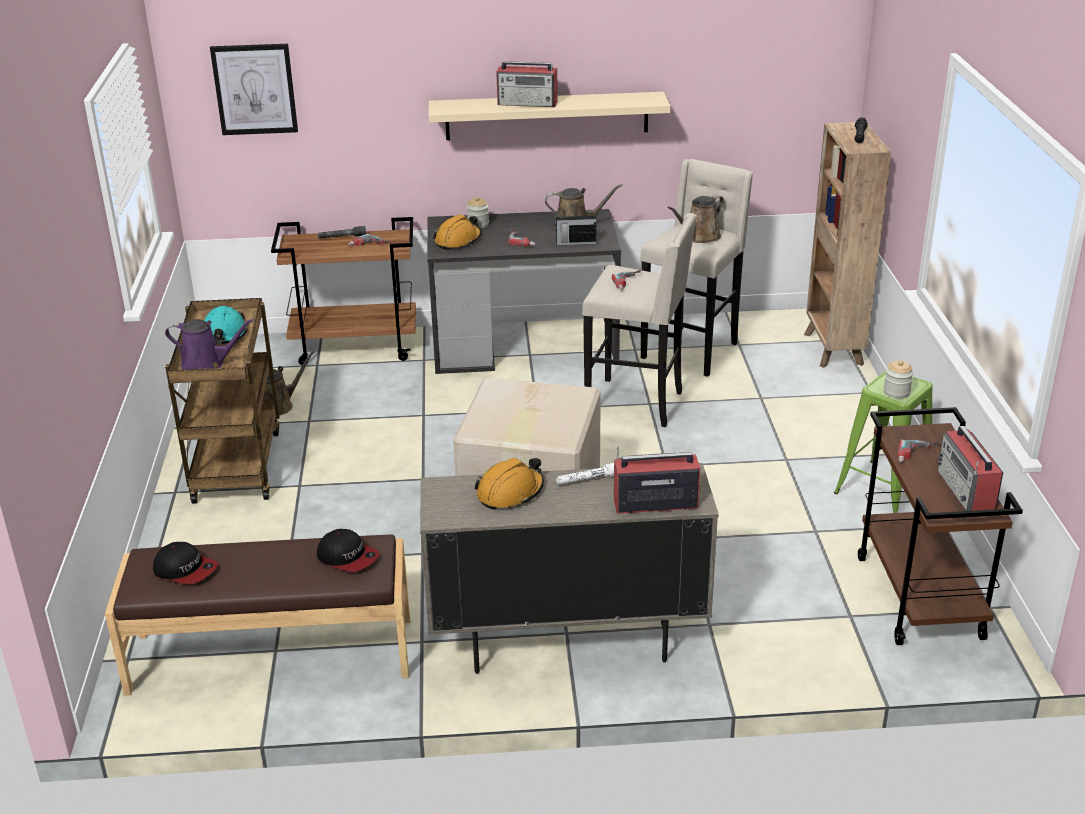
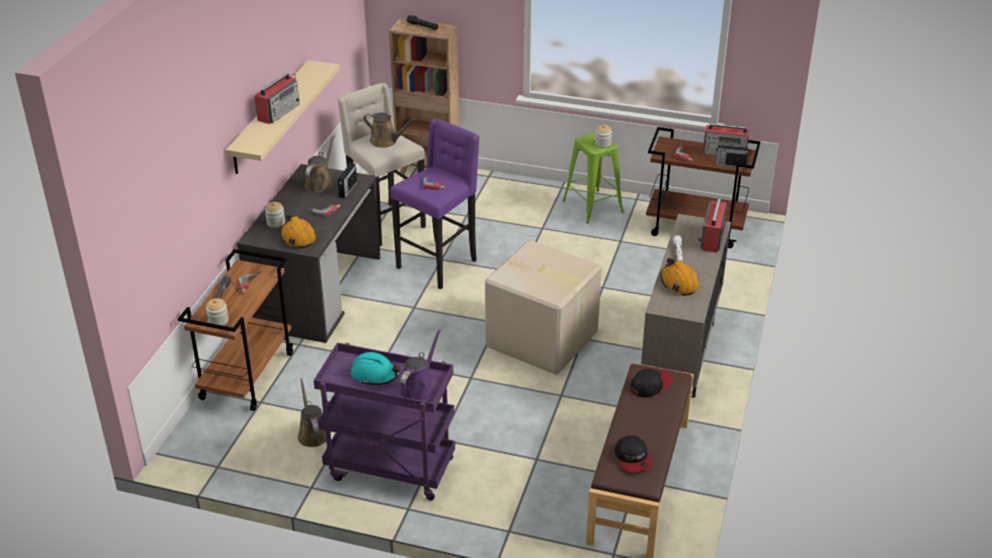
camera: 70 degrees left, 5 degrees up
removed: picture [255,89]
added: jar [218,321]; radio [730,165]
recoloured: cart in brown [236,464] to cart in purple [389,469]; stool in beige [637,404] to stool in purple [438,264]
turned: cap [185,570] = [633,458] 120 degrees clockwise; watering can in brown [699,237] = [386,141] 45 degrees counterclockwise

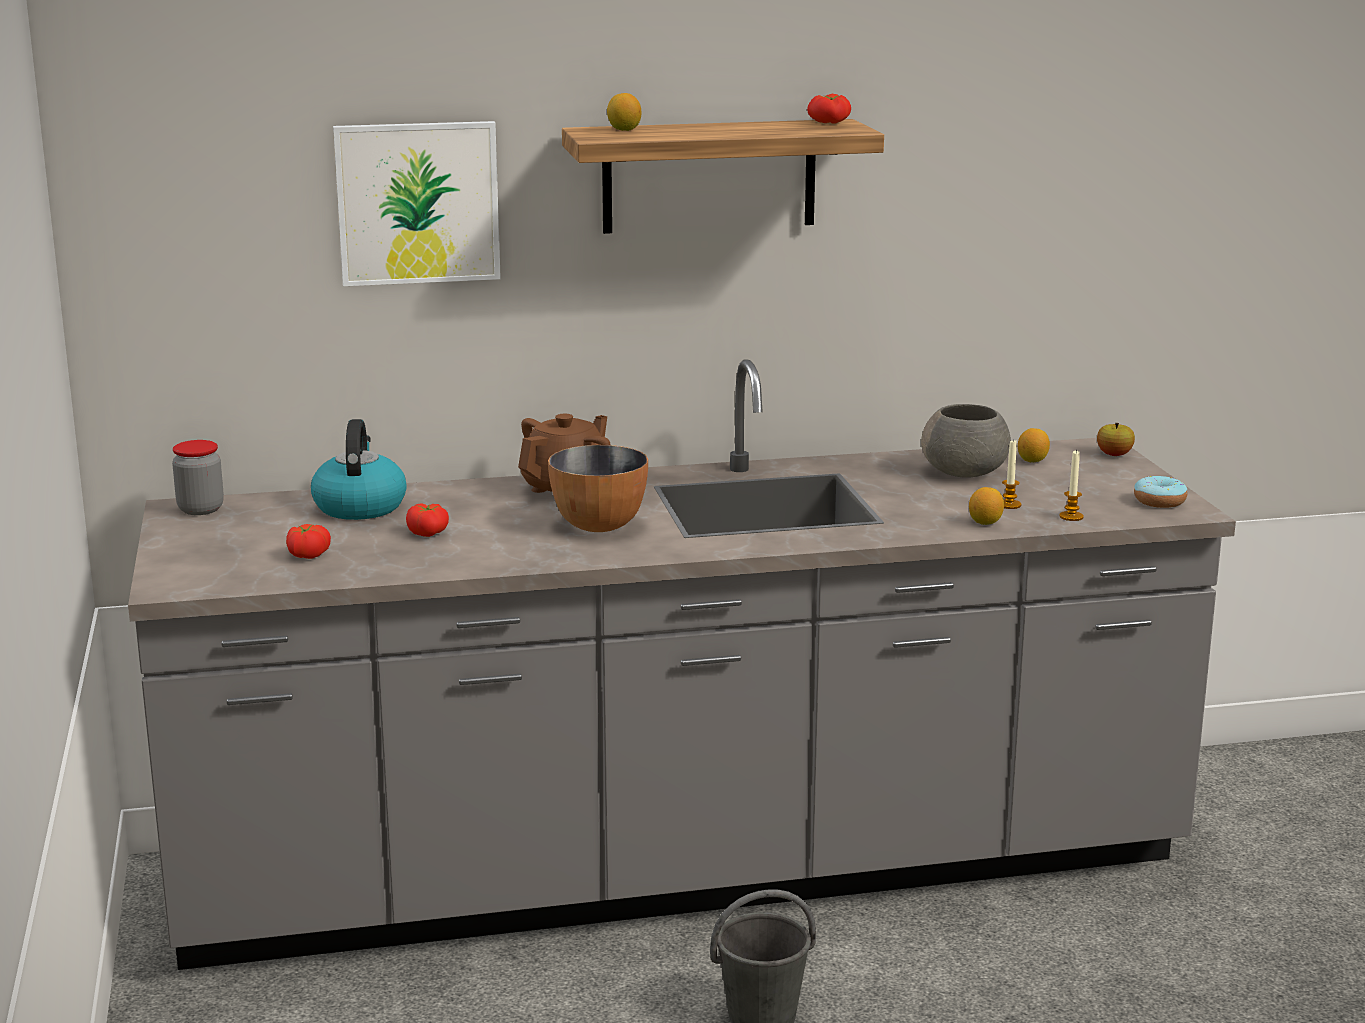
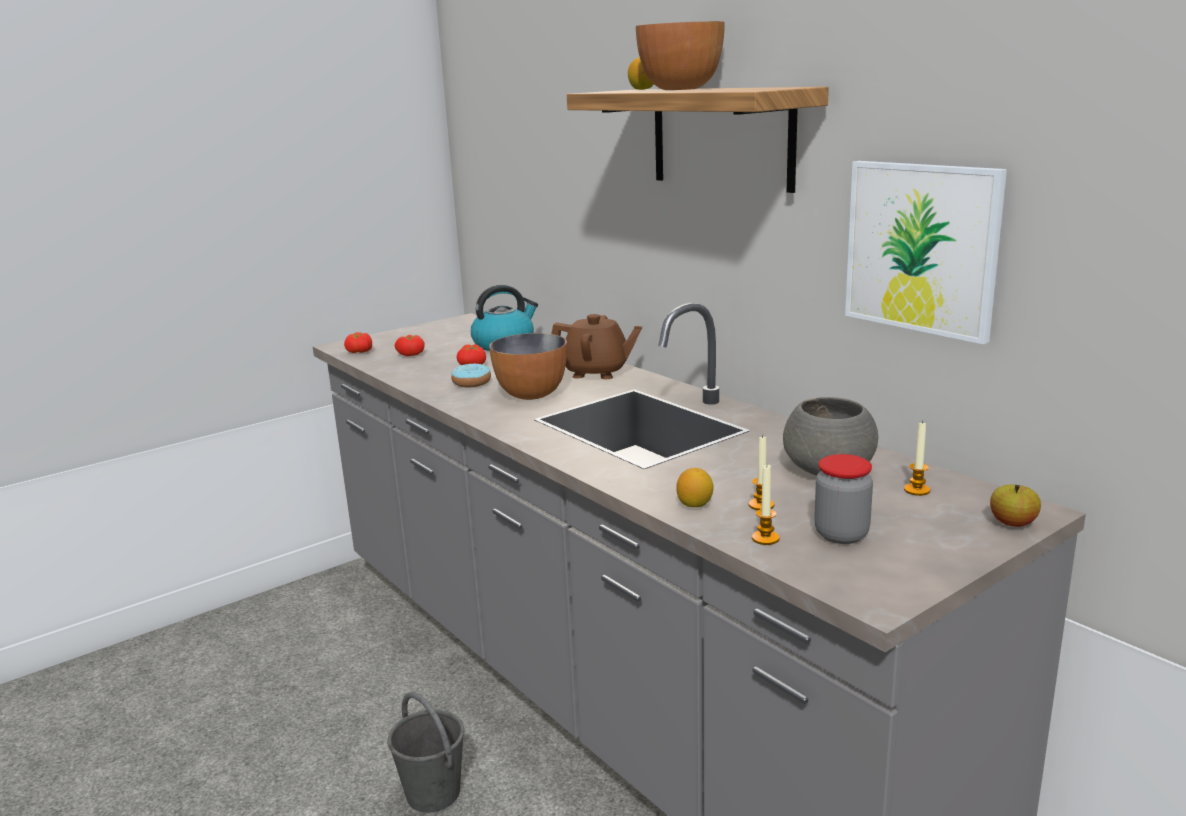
camera: 65 degrees right, 0 degrees up
added: bowl [680,89]
moved: jar [200,509] to [841,534]; picture [418,203] to [921,248]; tomato [830,123] to [359,352]; donut [1159,501] to [471,383]
replaced: lemon [1032,460] to candle [917,490]

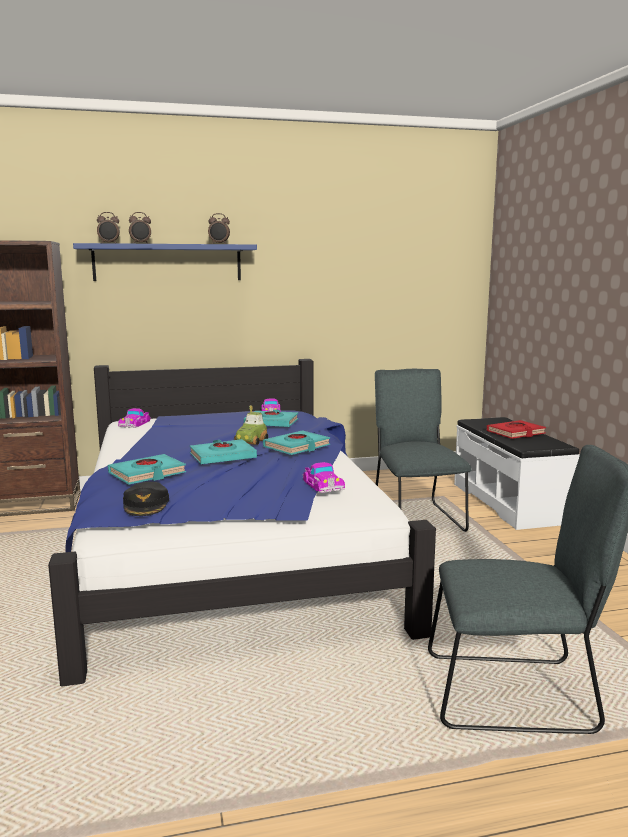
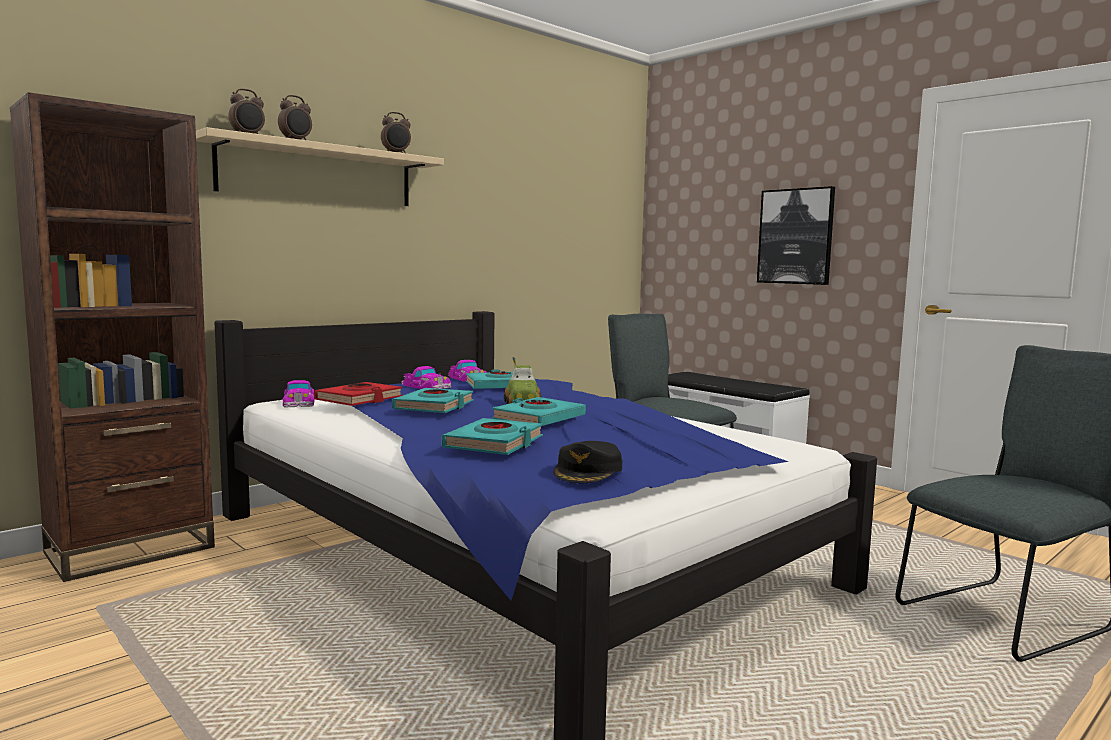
camera: 30 degrees left, 5 degrees down
added: picture [796,236]
moved: book in turquoise [297,447] to [434,406]; toy car [322,484] to [426,386]; book in red [516,433] to [359,399]
recoloured: shelf in blue [167,262] to shelf in beige [318,174]
turned: cap in black [146,505] = [588,471] 60 degrees clockwise

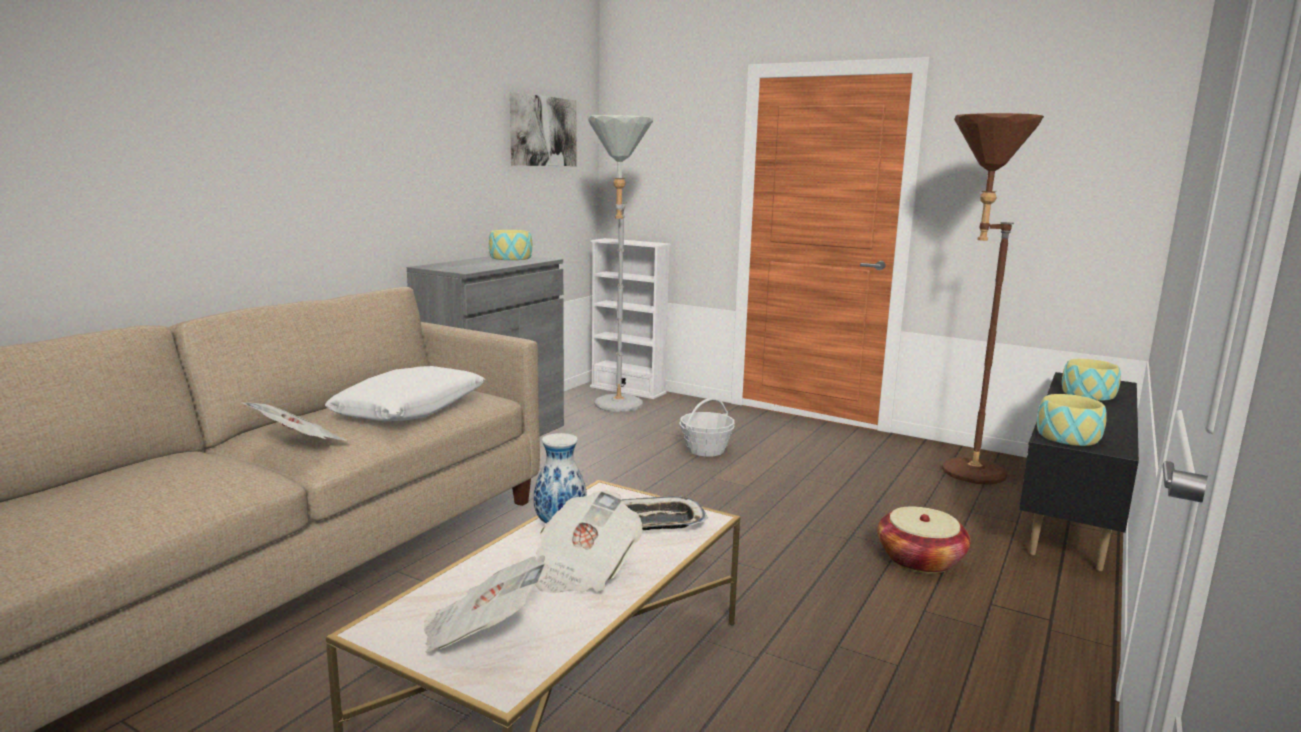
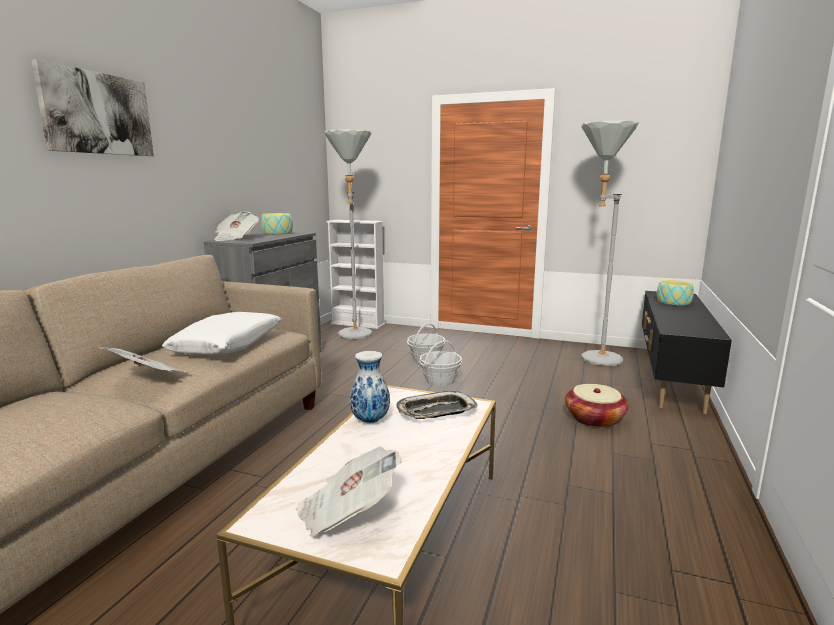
camera: 10 degrees left, 0 degrees up
removed: bowl [1067,436]
added: basket [440,381]
moved: picture [542,131] to [97,113]; newspaper [583,570] to [235,239]
recoloured: floor lamp in brown [959,471] to floor lamp in grey [592,359]

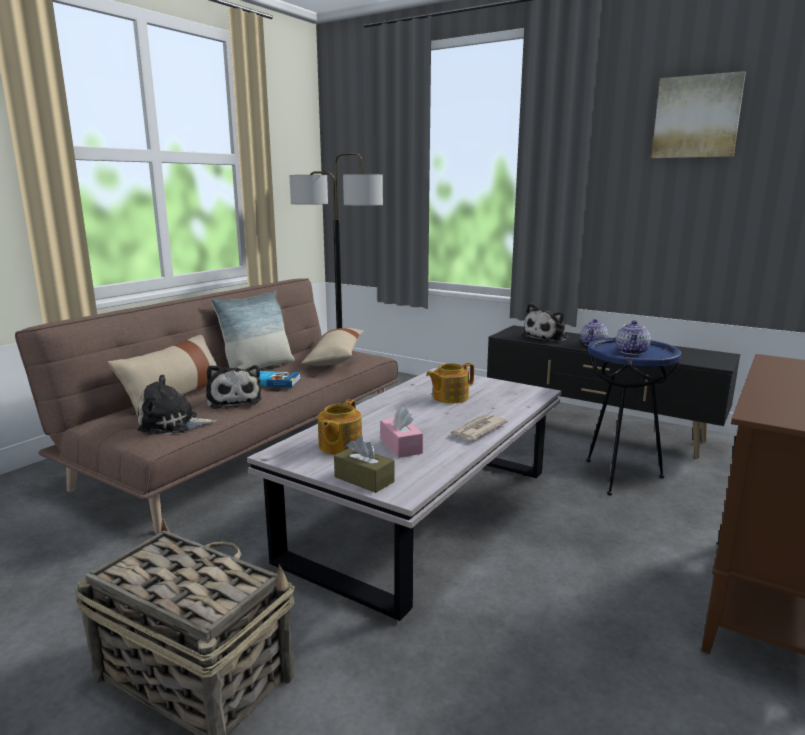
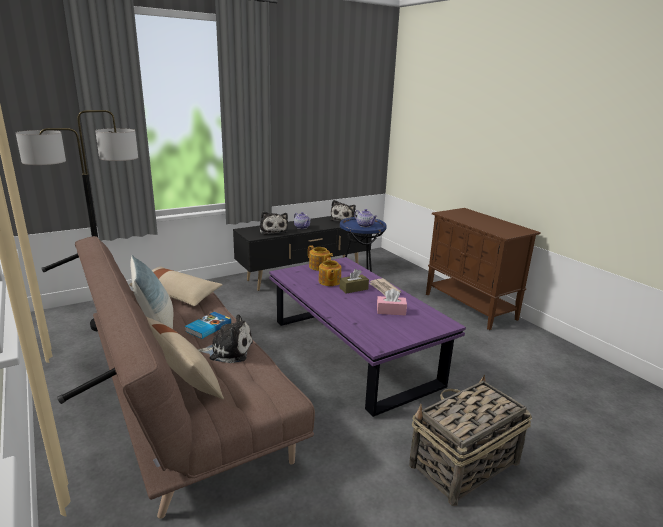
camera: 65 degrees left, 5 degrees up
removed: picture [697,117]
moved: plush toy [172,424] to [344,219]; teapot [339,446] to [319,267]; tissue box in brown [364,479] to [353,288]
recoloured: coffee table in white [425,514] to coffee table in purple [353,352]

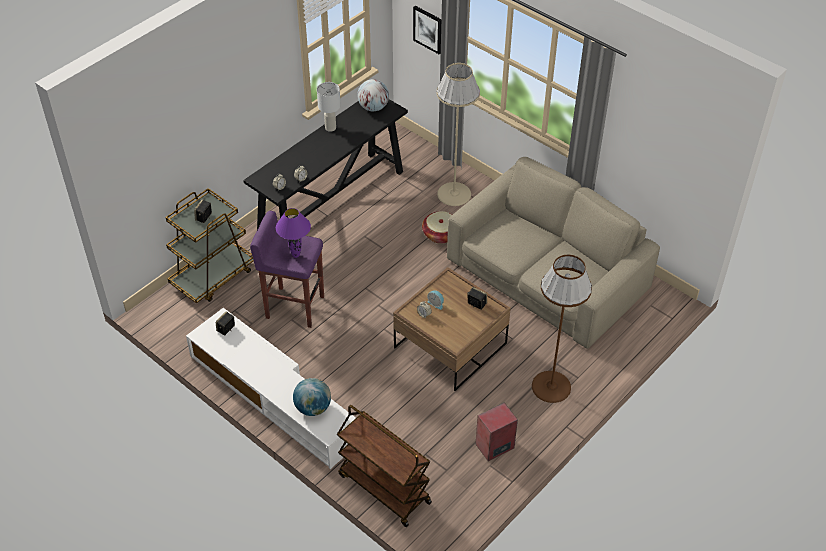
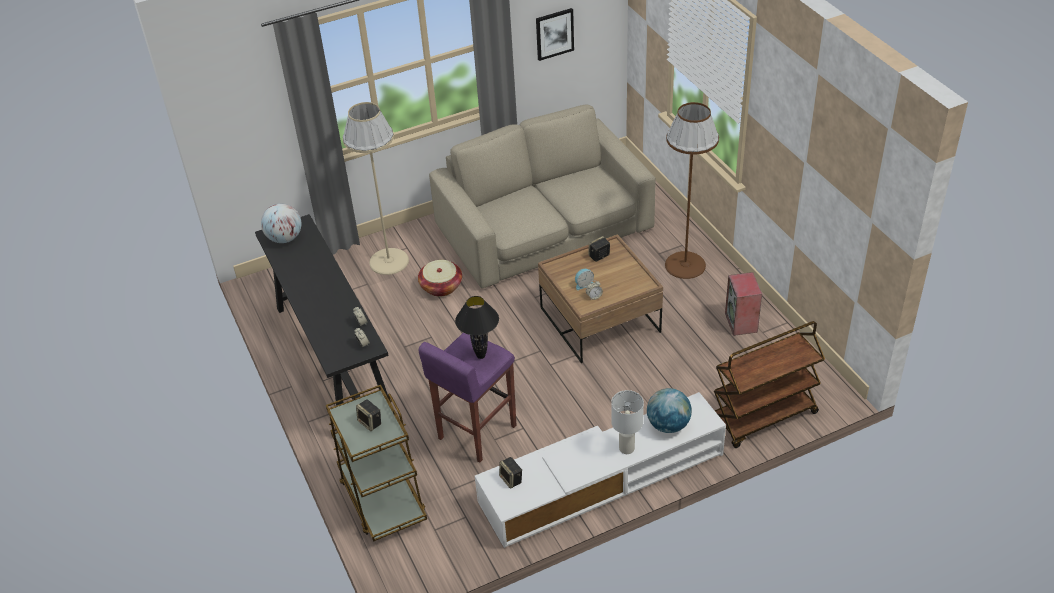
camera: 65 degrees left, 5 degrees down
moved: table lamp in white [330,127] to [626,448]; picture [428,29] to [554,33]
recoloured: table lamp in purple [295,255] to table lamp in black [480,356]

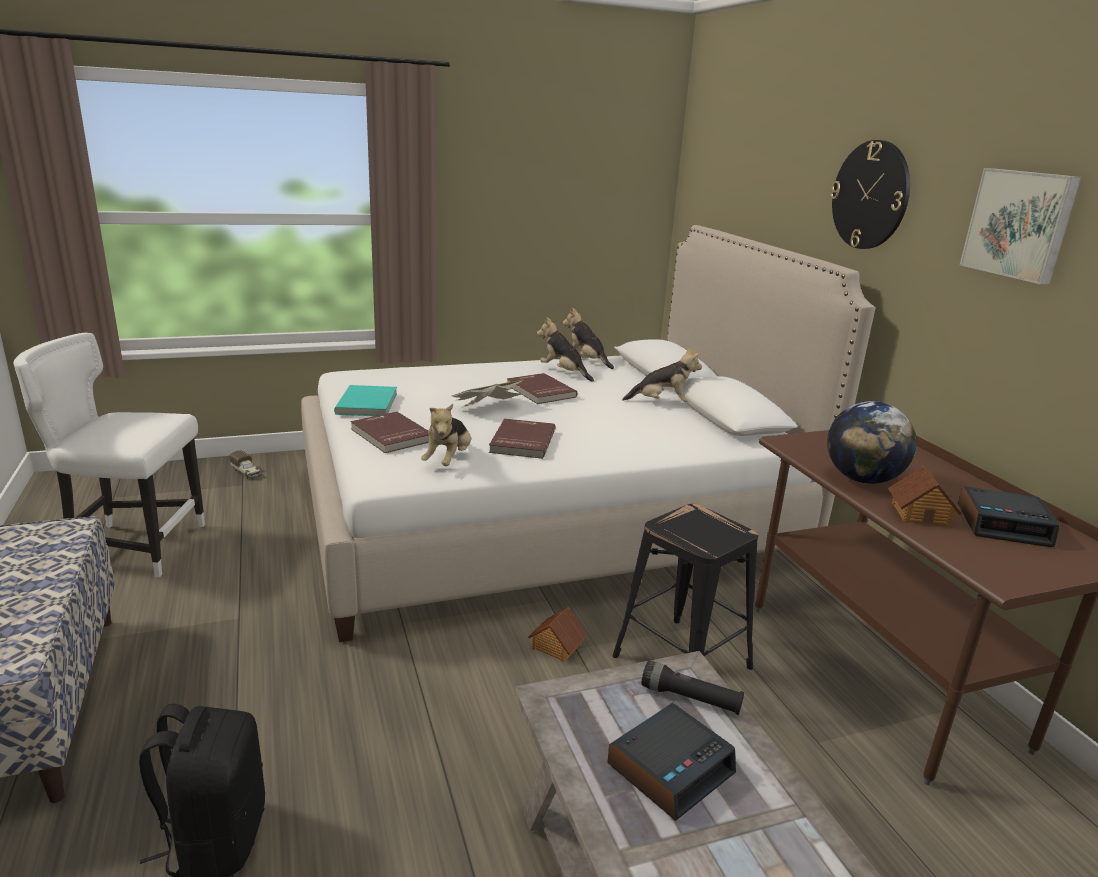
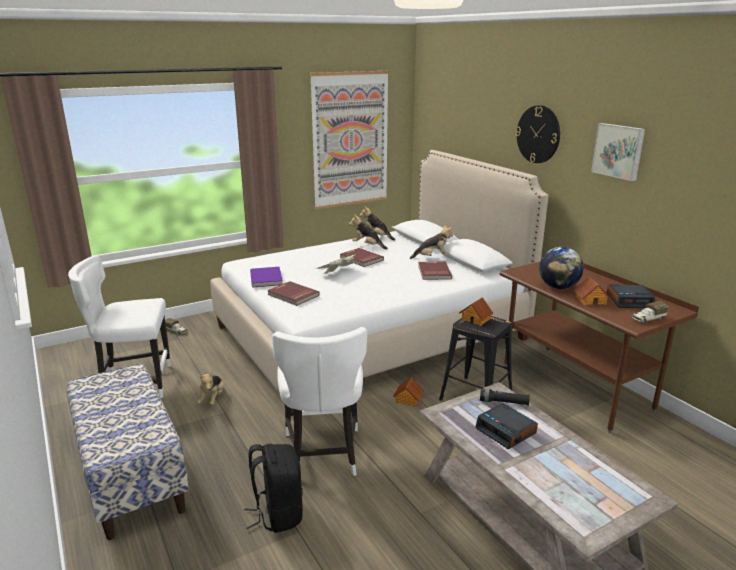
camera: 10 degrees left, 0 degrees up
added: chair in white [322,454]; picture [350,140]; toy house [476,319]; toy truck [647,319]
moved: plush toy [448,460] to [213,398]; book in red [521,441] to [433,272]
recoloured: book in turquoise [368,404] to book in purple [267,278]
turned: alarm clock [670,768] = [506,431] 105 degrees clockwise

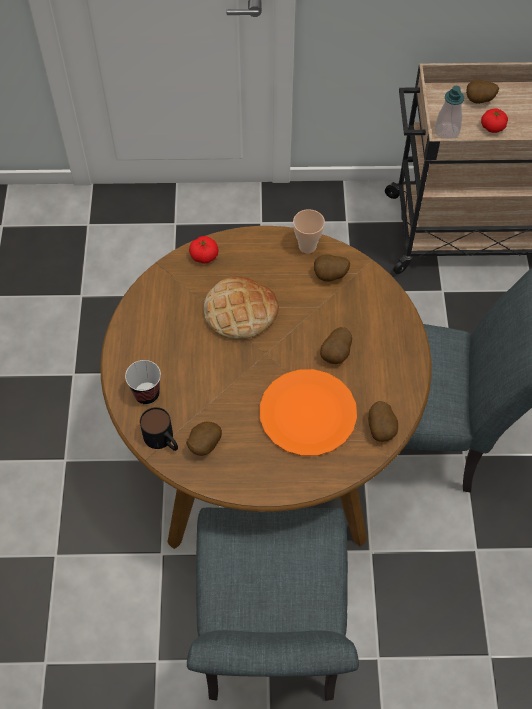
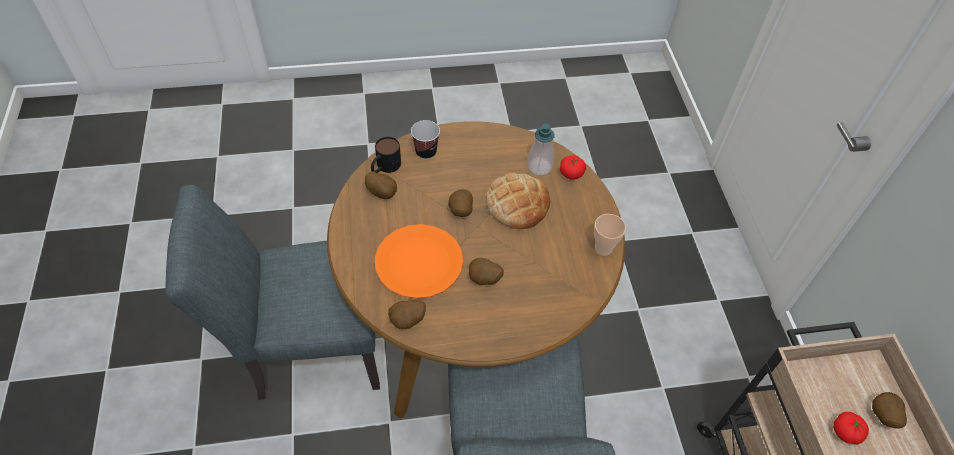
camera: 80 degrees right, 5 degrees down
moved: potato [330,277] to [460,212]; soap dispenser [446,132] to [539,167]

